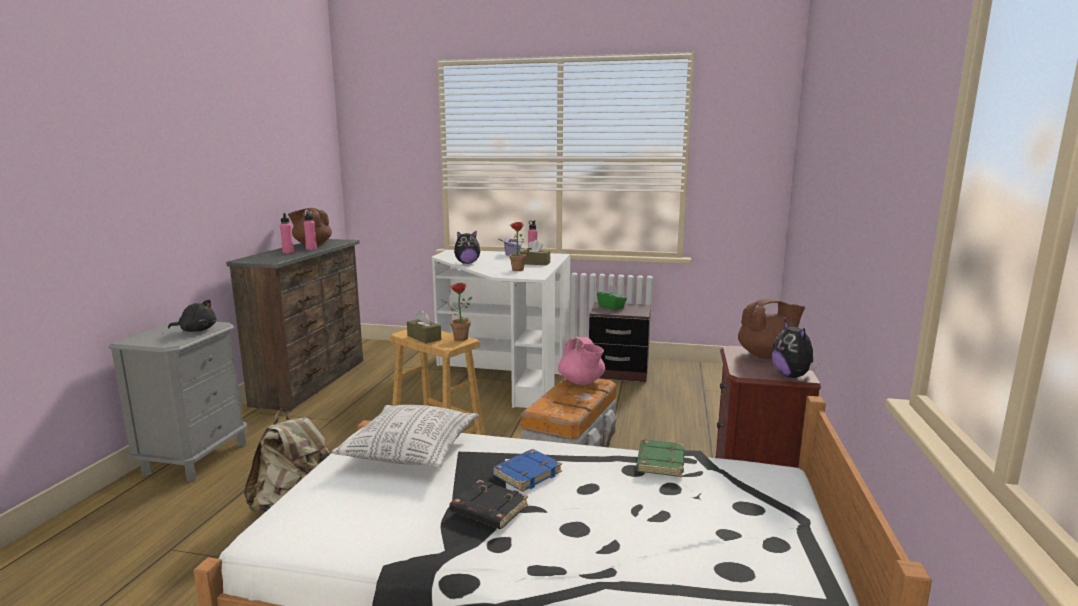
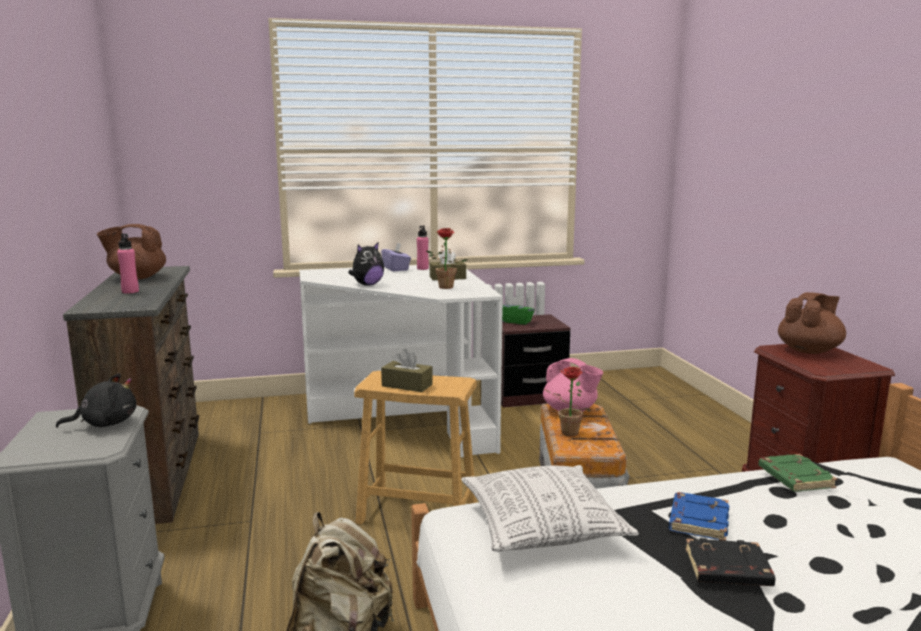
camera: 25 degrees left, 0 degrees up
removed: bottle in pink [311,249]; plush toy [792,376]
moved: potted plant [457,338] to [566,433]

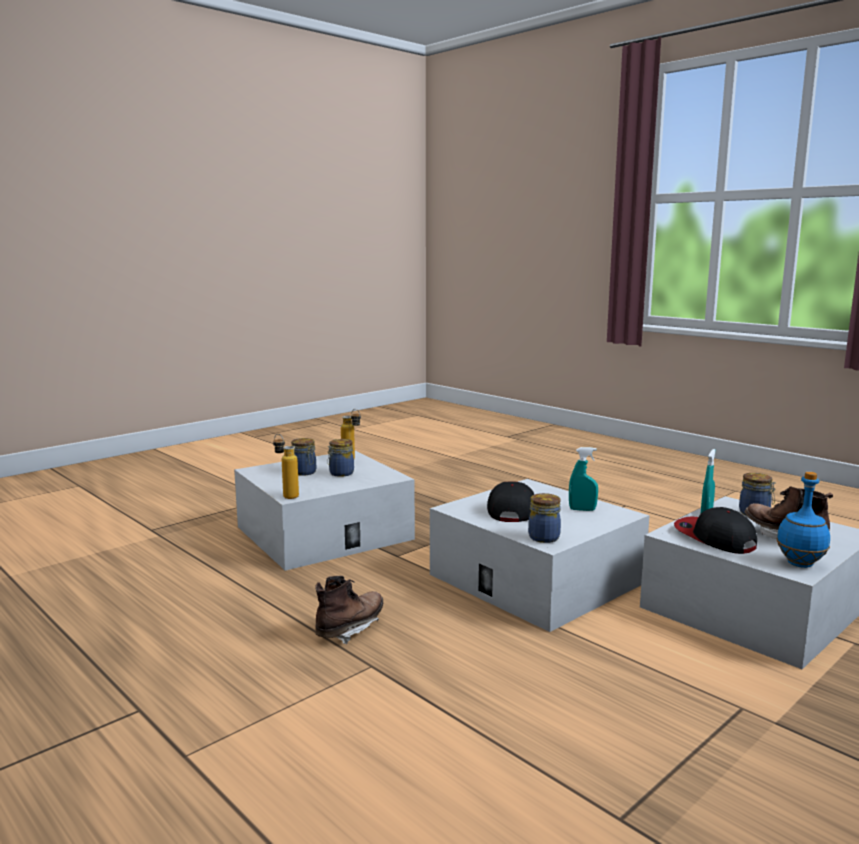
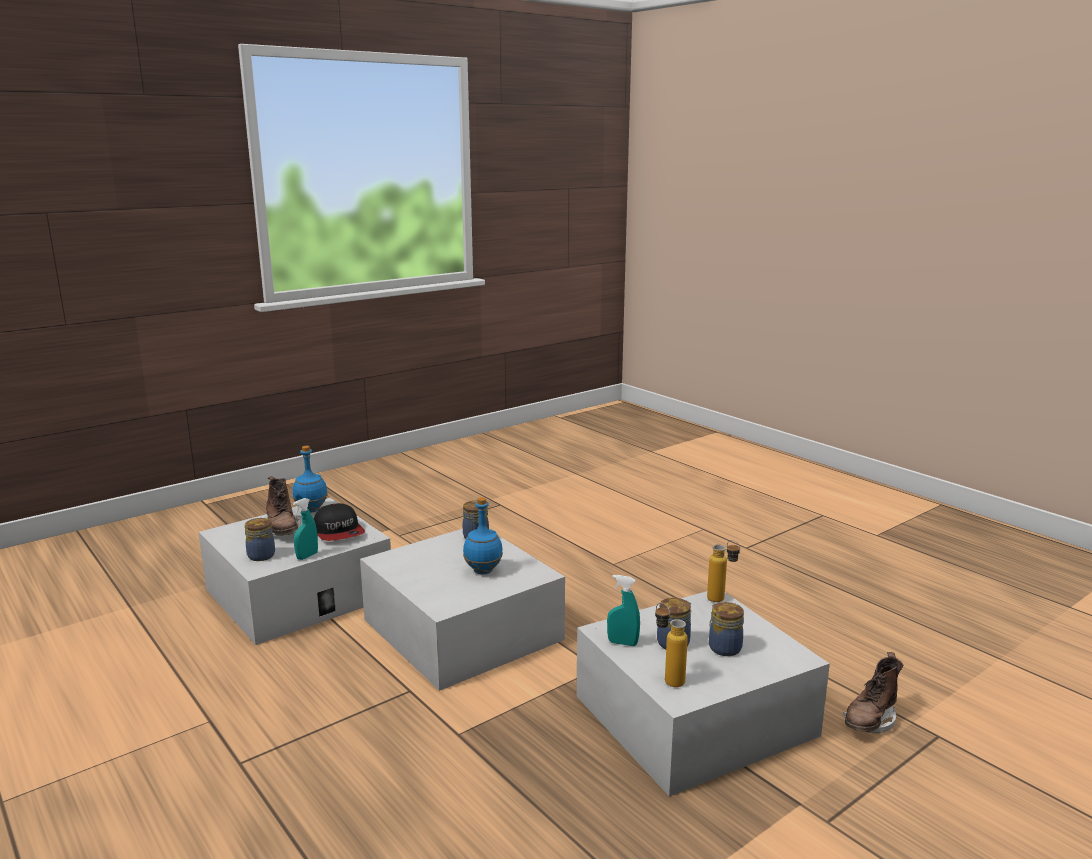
camera: 175 degrees left, 5 degrees up
moved: boot in brown [350,629] to [870,721]; spray bottle in turquoise [582,509] to [622,643]
replaced: cap [512,509] to bottle in blue [483,571]

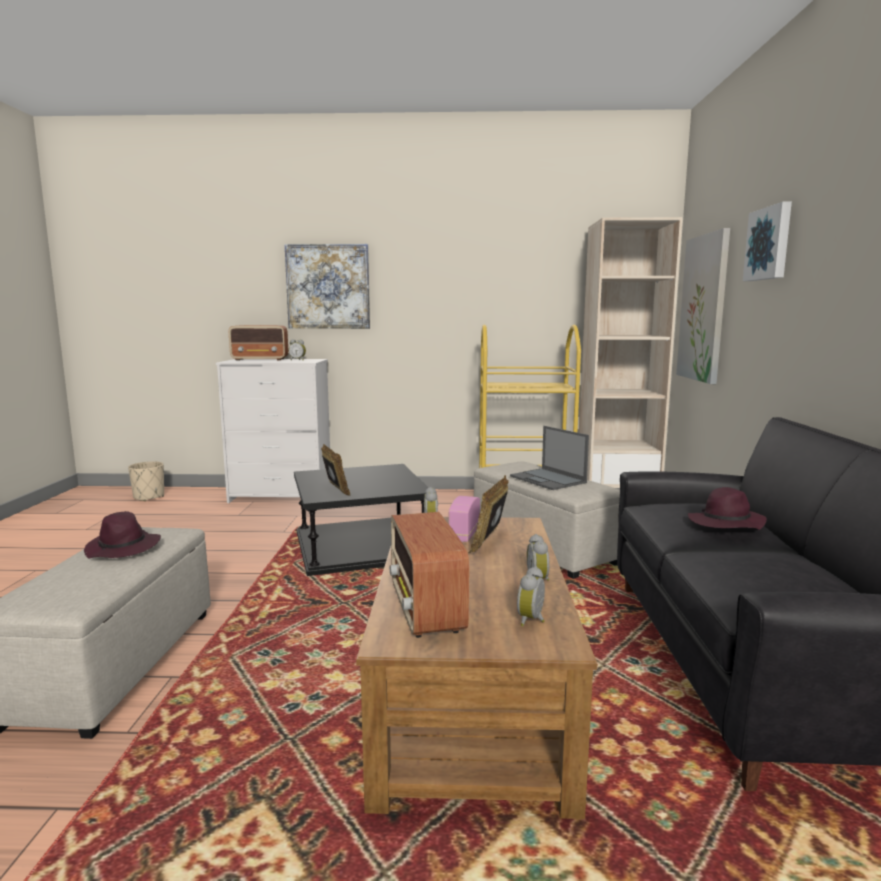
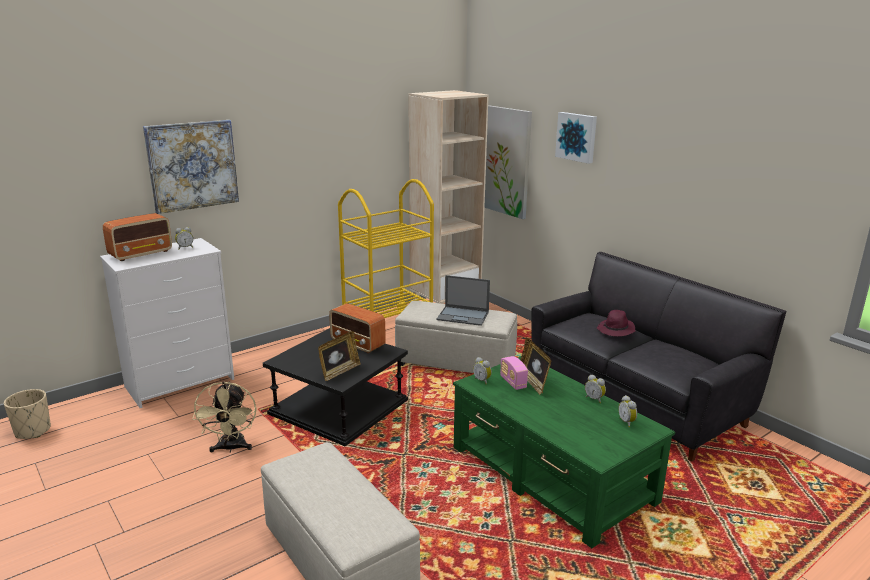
camera: 40 degrees left, 10 degrees up
removed: hat in purple [124,549]
added: fan in beige [231,448]
moved: radio [426,609] to [358,344]
recoloured: coffee table in brown [469,694] to coffee table in green [551,474]
turned: picture frame [335,490] = [339,371] 105 degrees clockwise

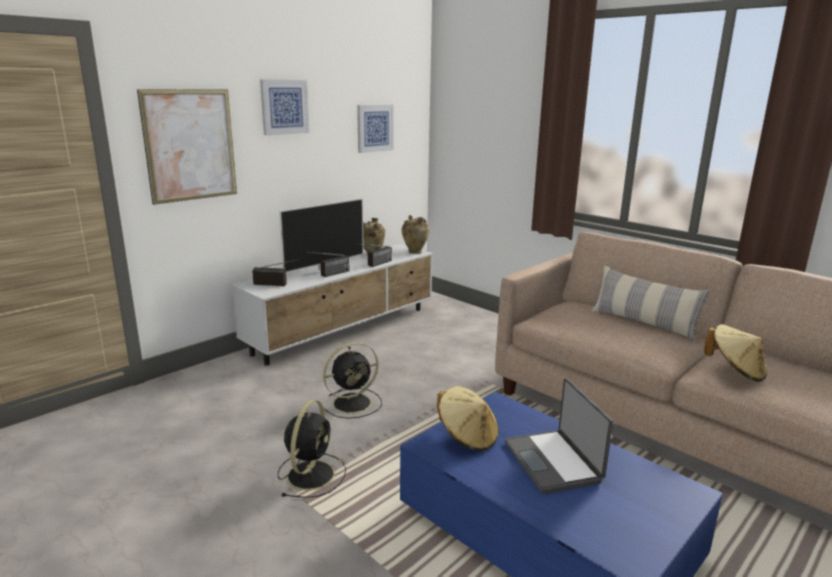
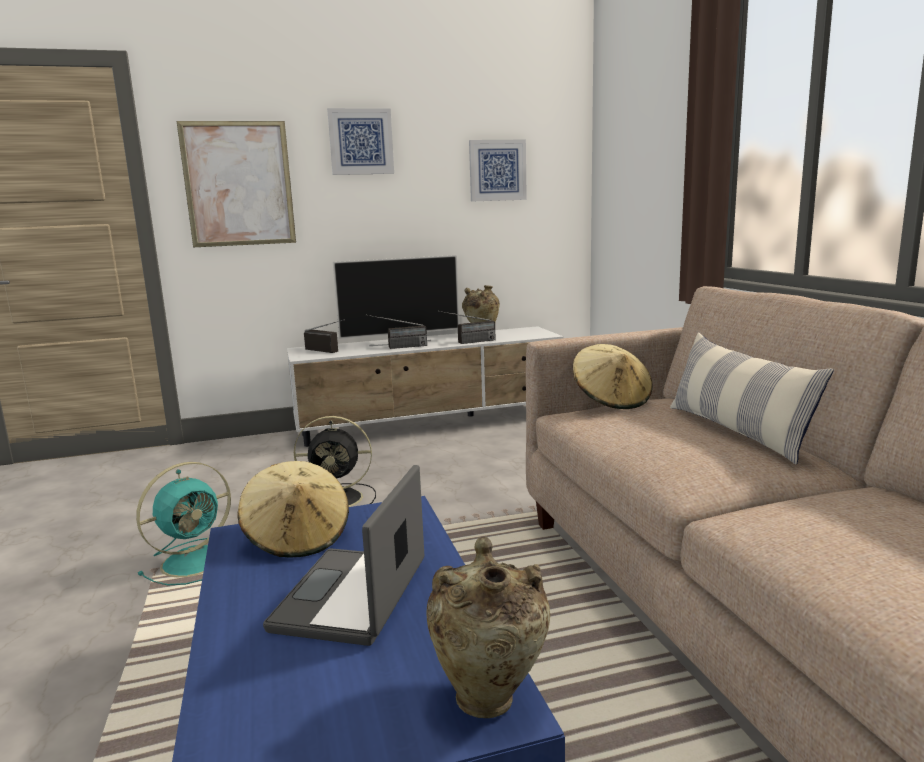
camera: 30 degrees right, 5 degrees down
moved: vase in beige [415,252] to [489,696]; hat in beige [735,371] to [611,401]
recoloured: fan in black [311,474] to fan in turquoise [196,560]

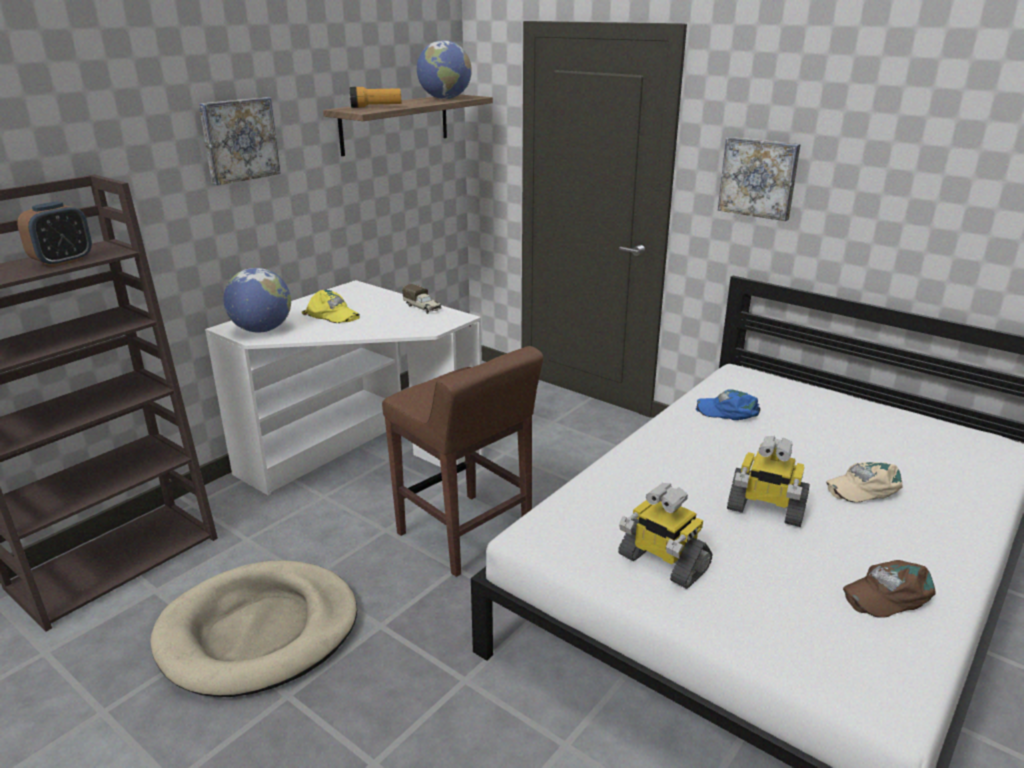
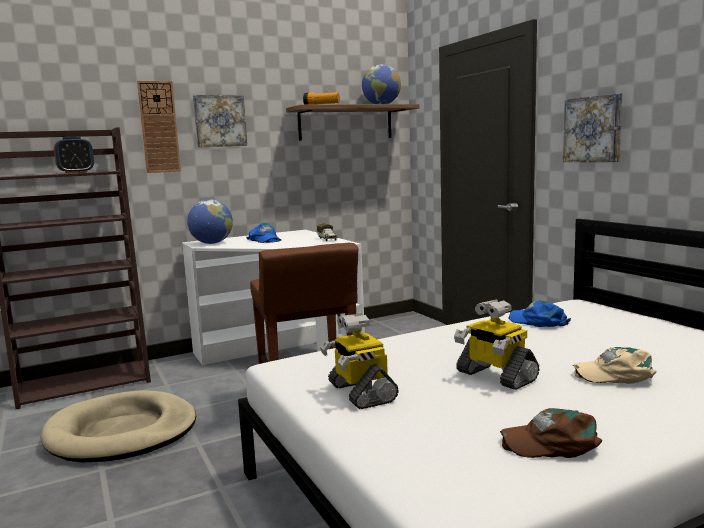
camera: 25 degrees right, 15 degrees down
added: wall clock [159,127]
recoloured: cap in yellow [332,314] to cap in blue [264,240]

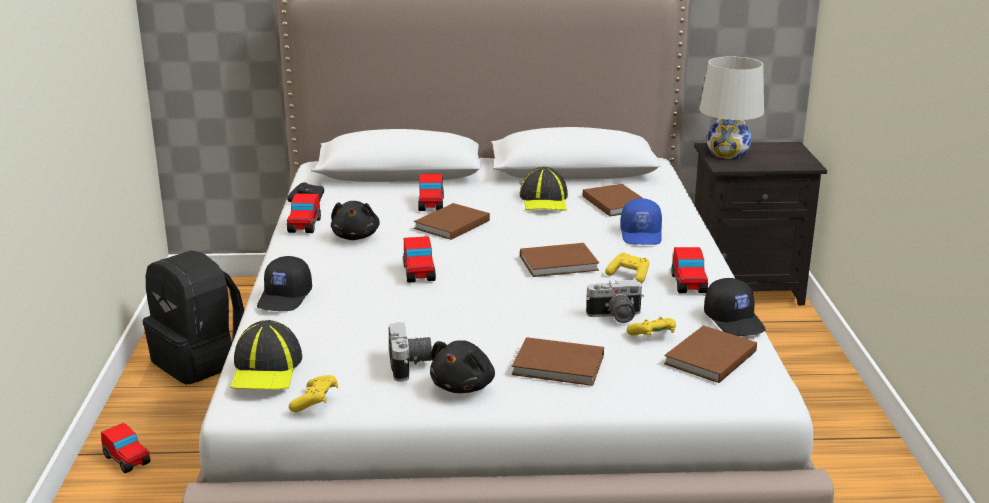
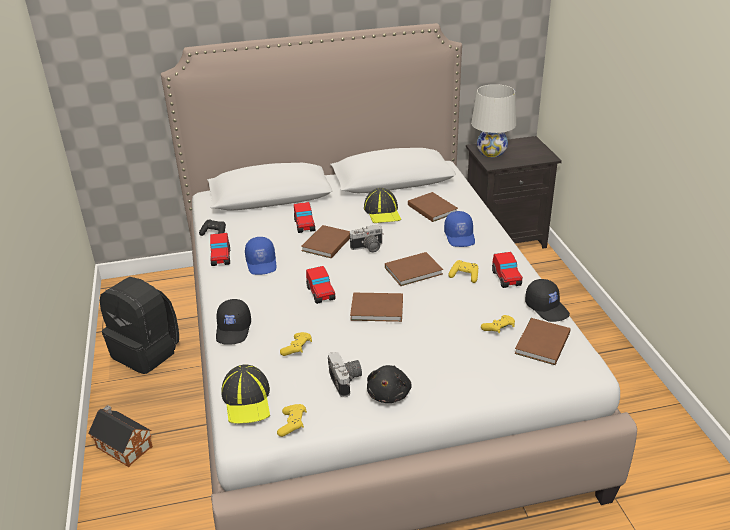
camera: 10 degrees left, 10 degrees up
added: game controller in yellow [297,349]
moved: book in brown [560,366] to [378,310]; photo camera [615,317] to [368,248]
replaced: toy car [127,460] to toy house [123,445]; plush toy in black [356,236] to cap in blue [262,263]

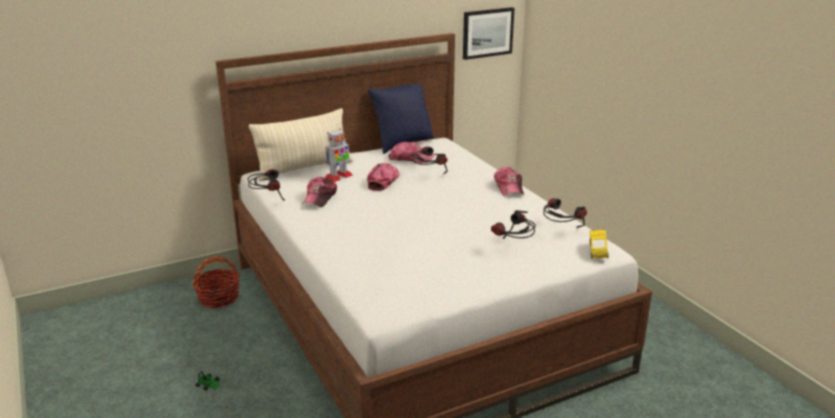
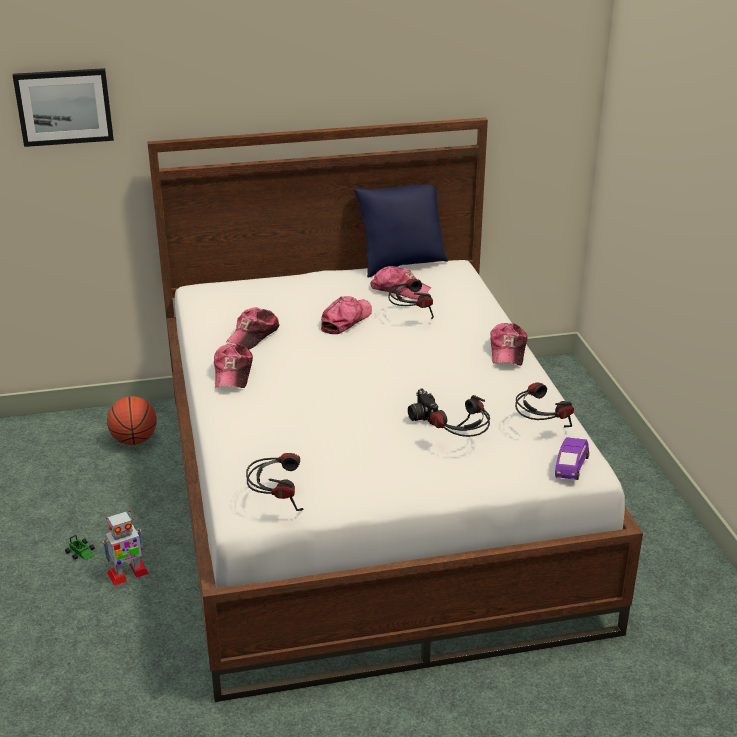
camera: 15 degrees right, 5 degrees up
removed: pillow in beige [304,168]
added: cap [233,373]; photo camera [421,416]
moved: headphones [267,199] to [276,502]; toy robot [338,177] to [127,573]; picture [487,33] to [64,106]
replaced: basket [219,298] to basketball [134,440]
recoloured: toy car in yellow [597,252] to toy car in purple [570,468]

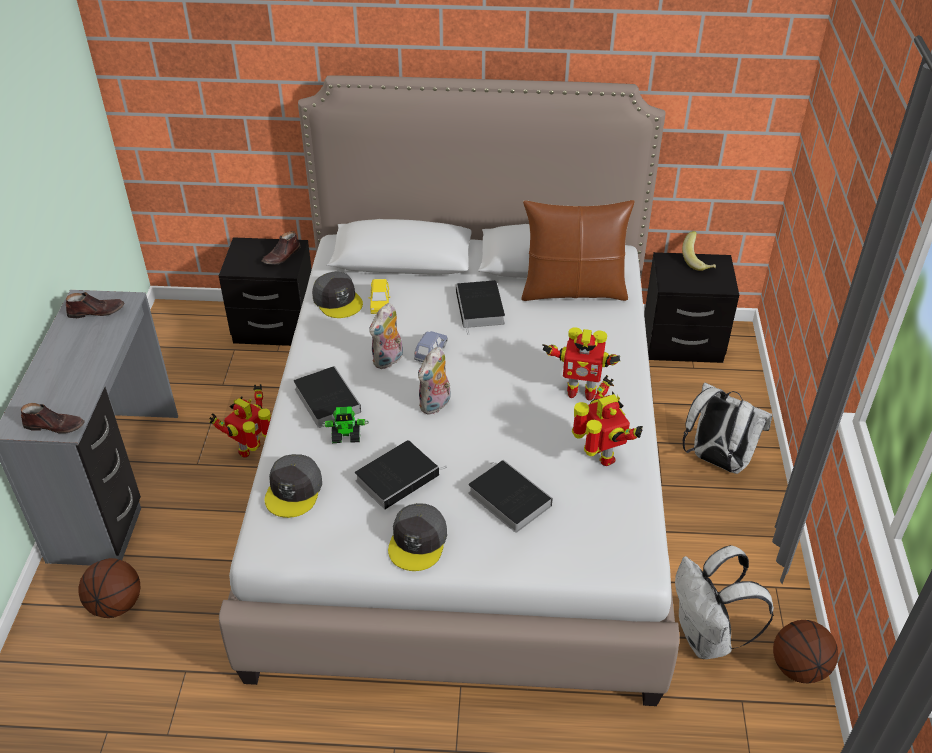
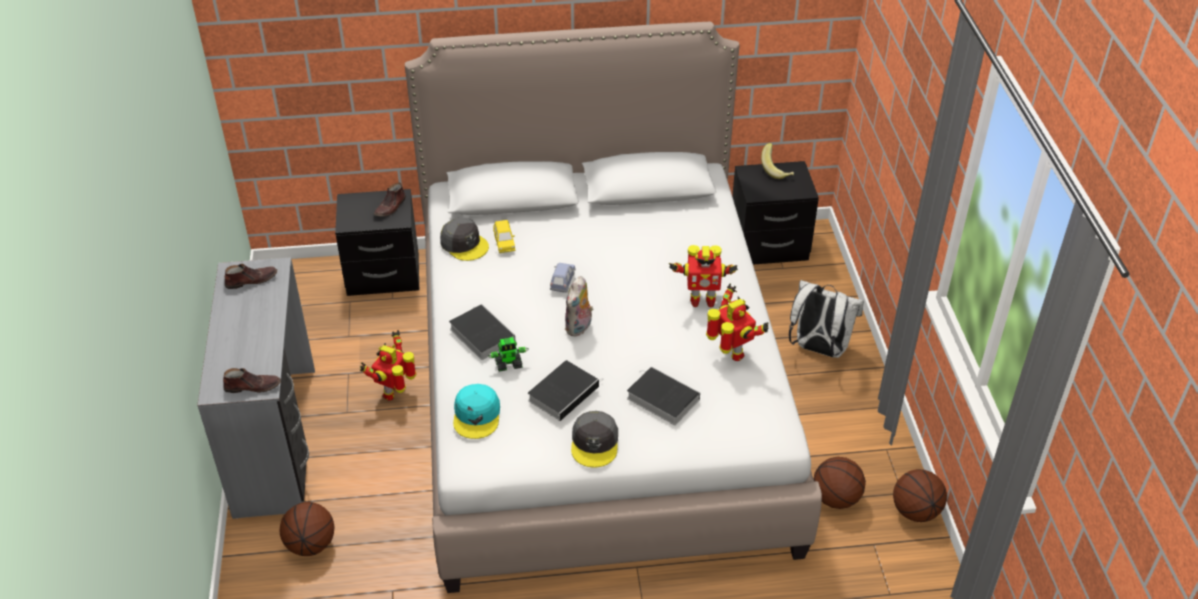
camera: 10 degrees left, 0 degrees up
removed: plush toy [388,361]; book [480,309]; pillow in brown [573,291]
replaced: backpack in white [707,638] to basketball [836,498]
recoloured: cap in grey [294,490] to cap in turquoise [477,415]

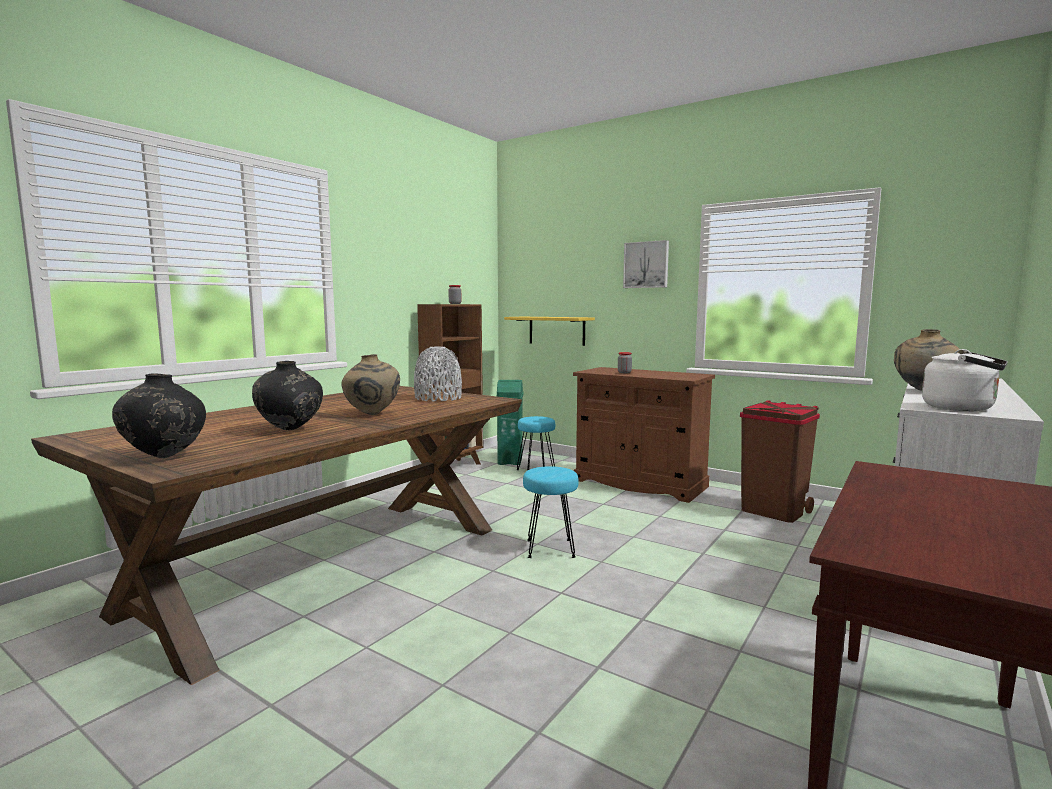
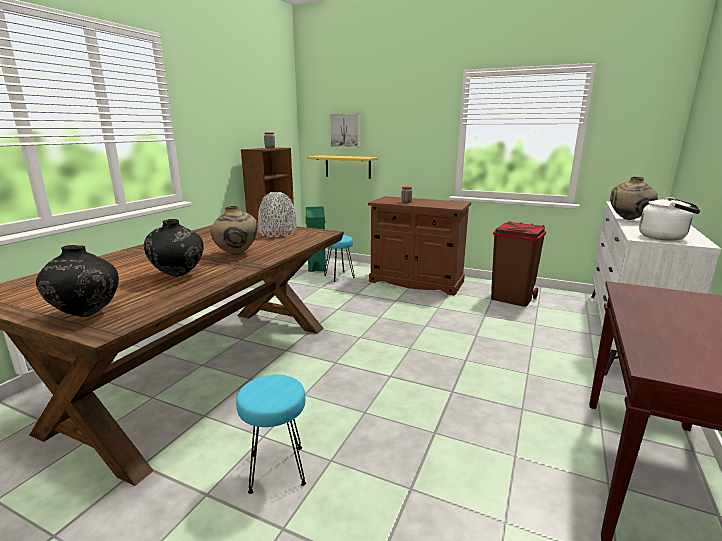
camera: 10 degrees left, 10 degrees up
moved: stool in turquoise [550,549] to [276,470]; picture [646,265] to [345,130]

